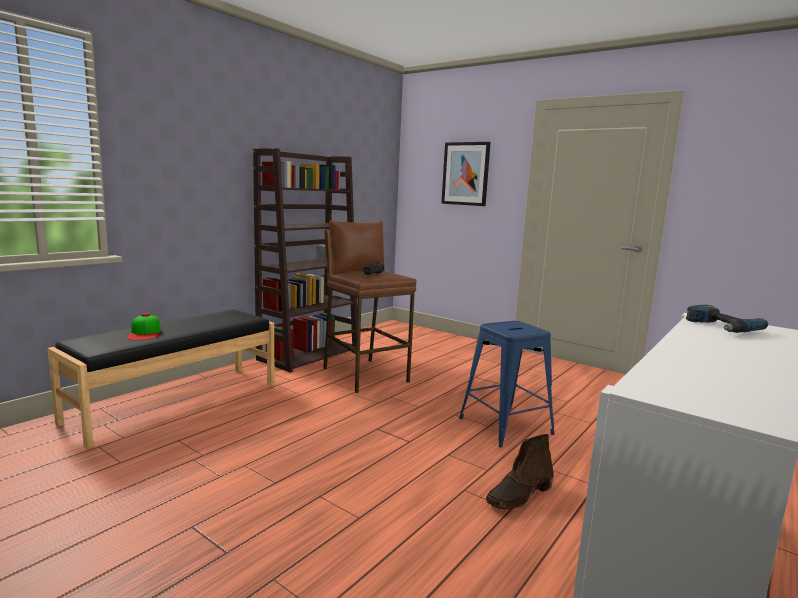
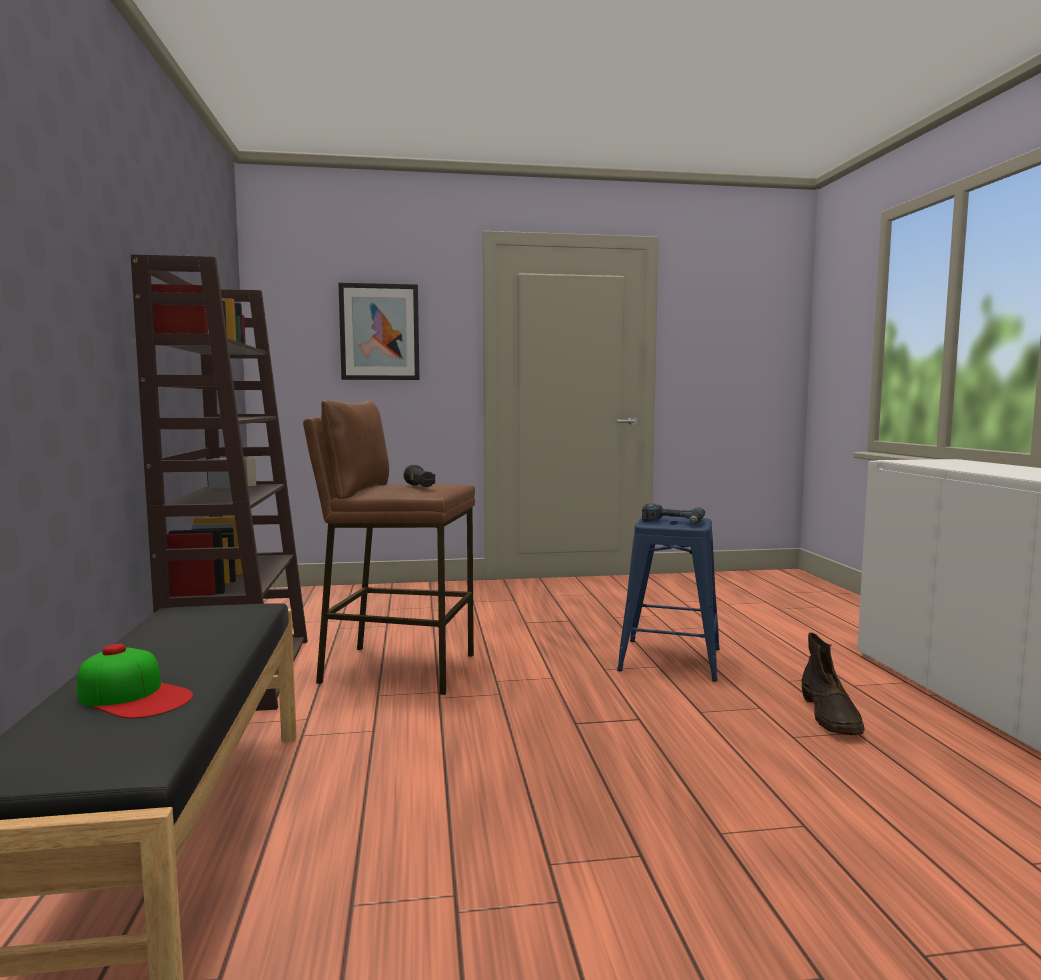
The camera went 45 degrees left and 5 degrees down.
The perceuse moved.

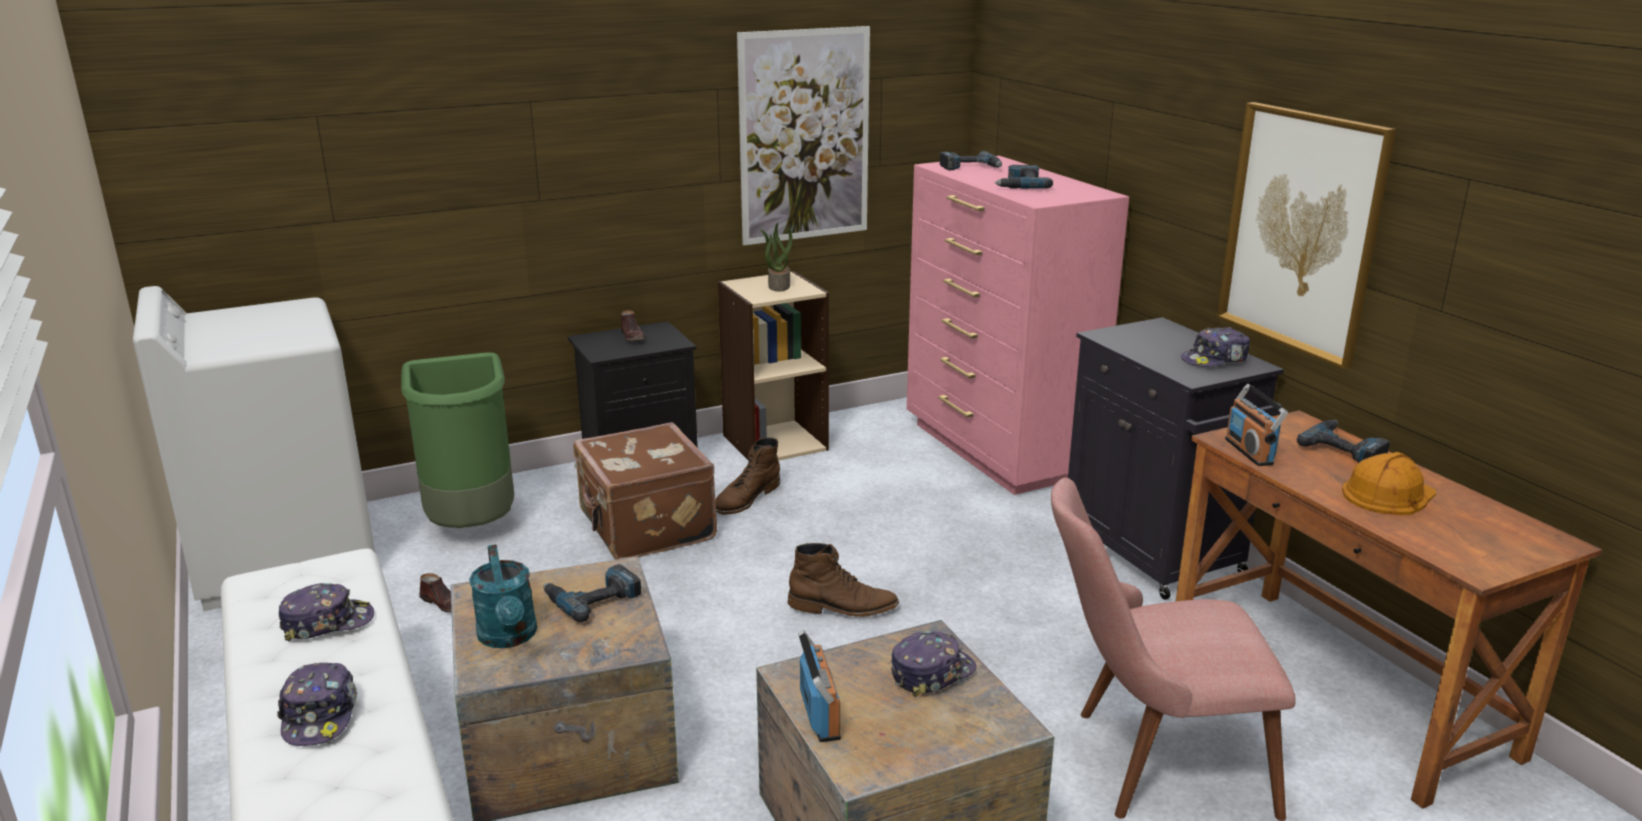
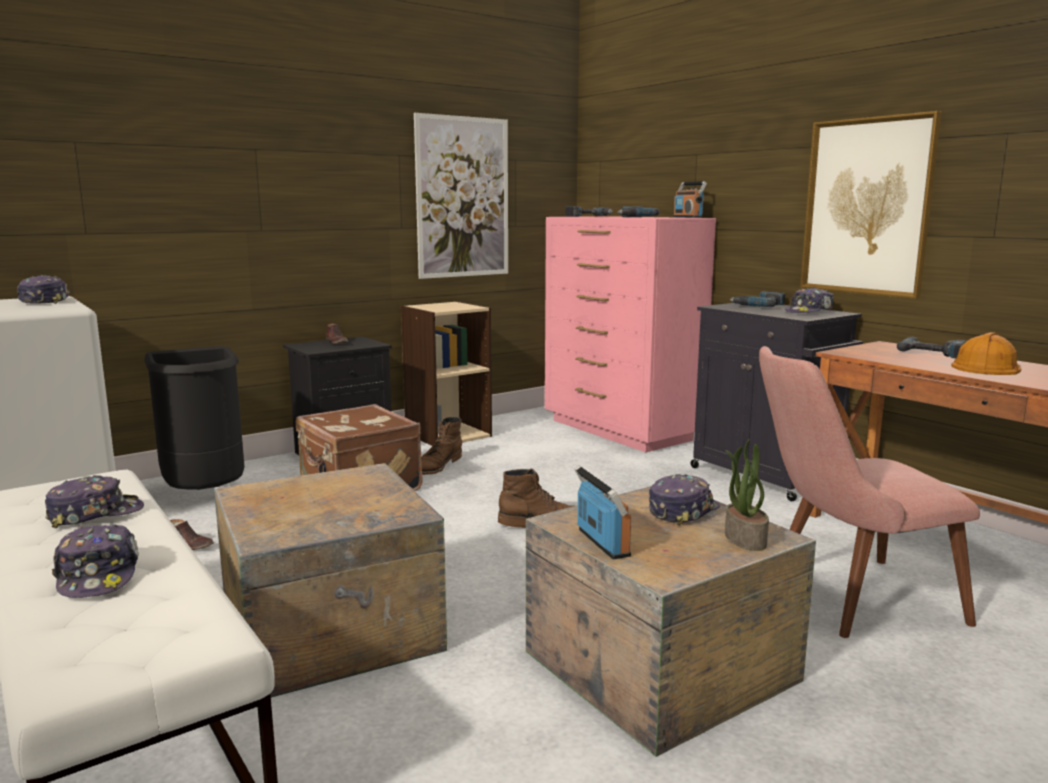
The camera went 10 degrees left and 10 degrees down.
The casquette (no. 1 from left) appeared.
The poubelle (vert) became the poubelle (noir).
The radio (no. 2 from left) moved.
The plante en pot moved.
The perceuse (no. 1 from left in the first image) moved.
The arrosoir (turquoise) disappeared.

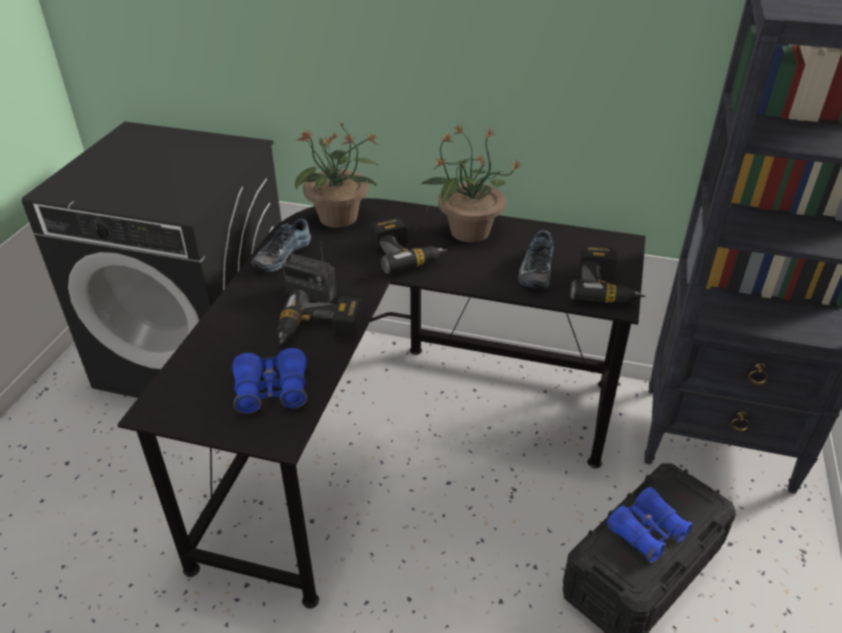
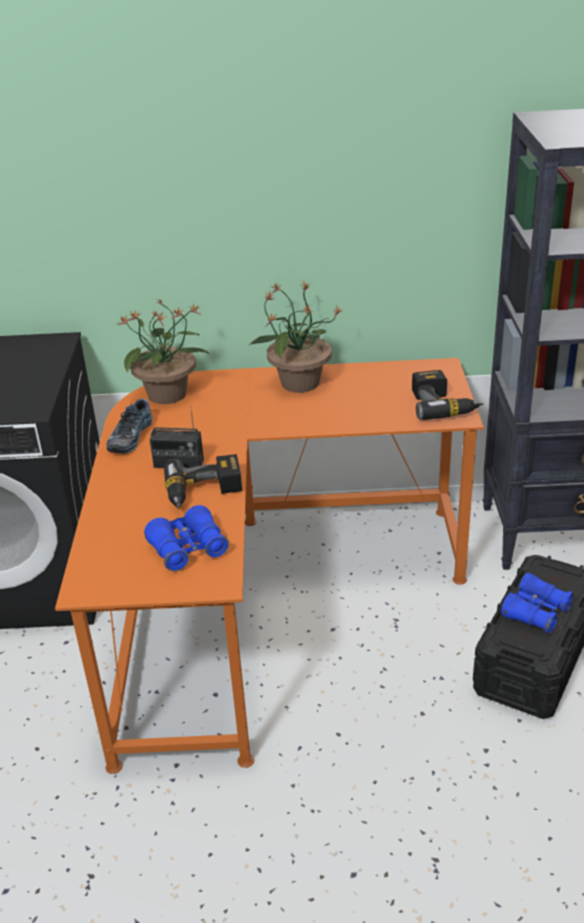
The camera went 15 degrees left and 5 degrees down.
The bureau (noir) became the bureau (orange).
The perceuse (no. 2 from left) disappeared.
The chaussure (no. 2 from left) disappeared.

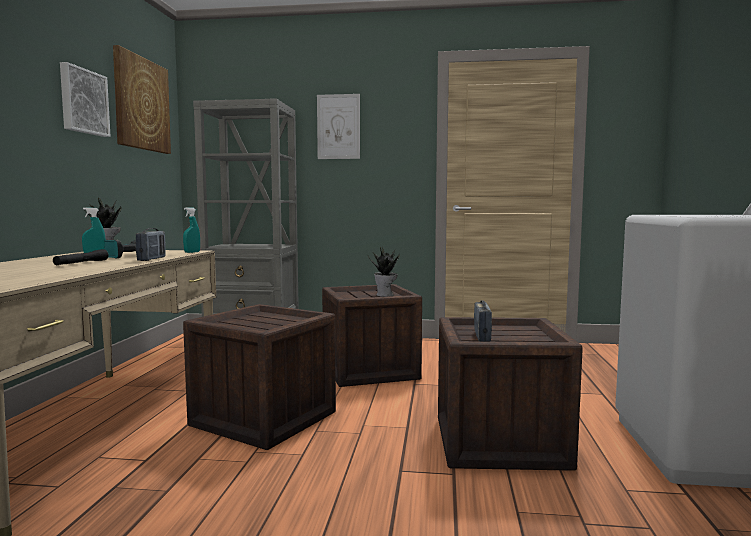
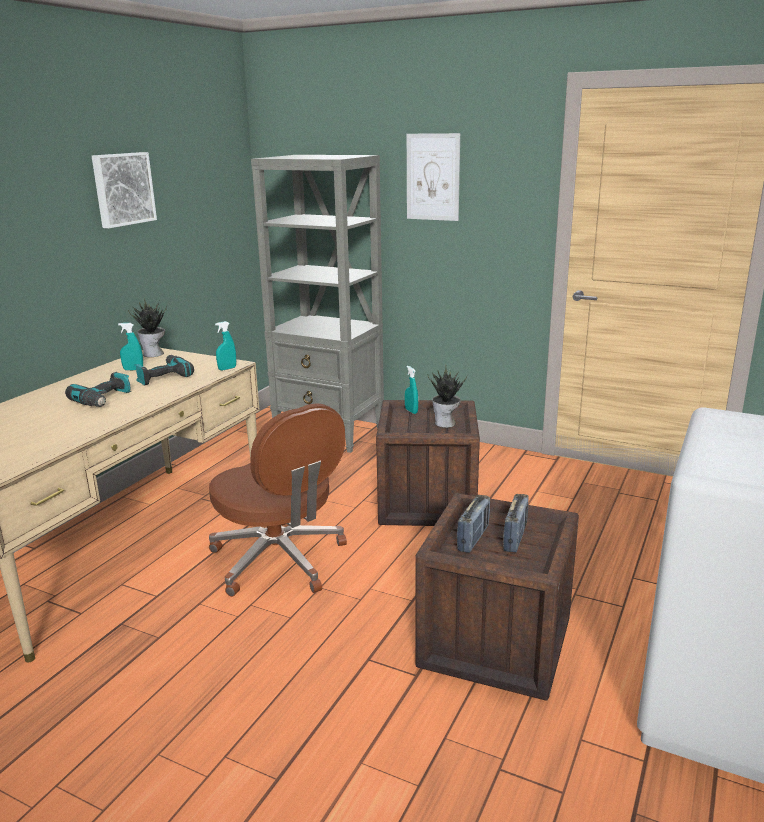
The camera went 20 degrees right and 15 degrees up.
The lampe de poche (noir) was replaced by the perceuse (no. 1 from left).
The caisse (no. 1 from left) was replaced by the chaise de bureau (marron).
The vaporisateur (turquoise) (no. 3 from left) appeared.
The radio (no. 1 from left in the first image) moved.
The tableau (no. 2 from left) disappeared.

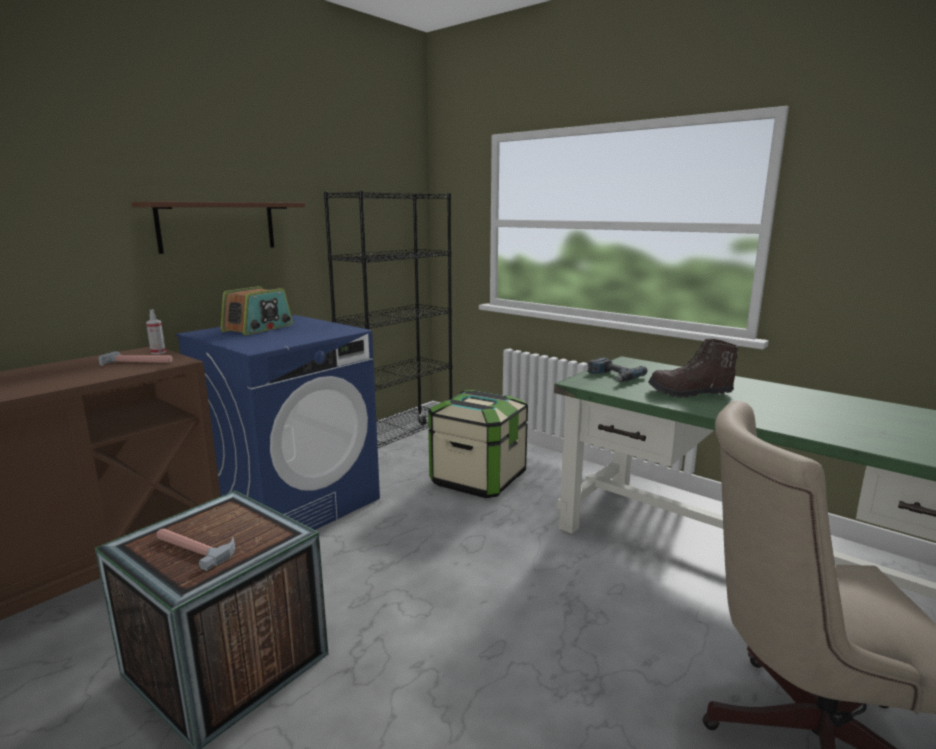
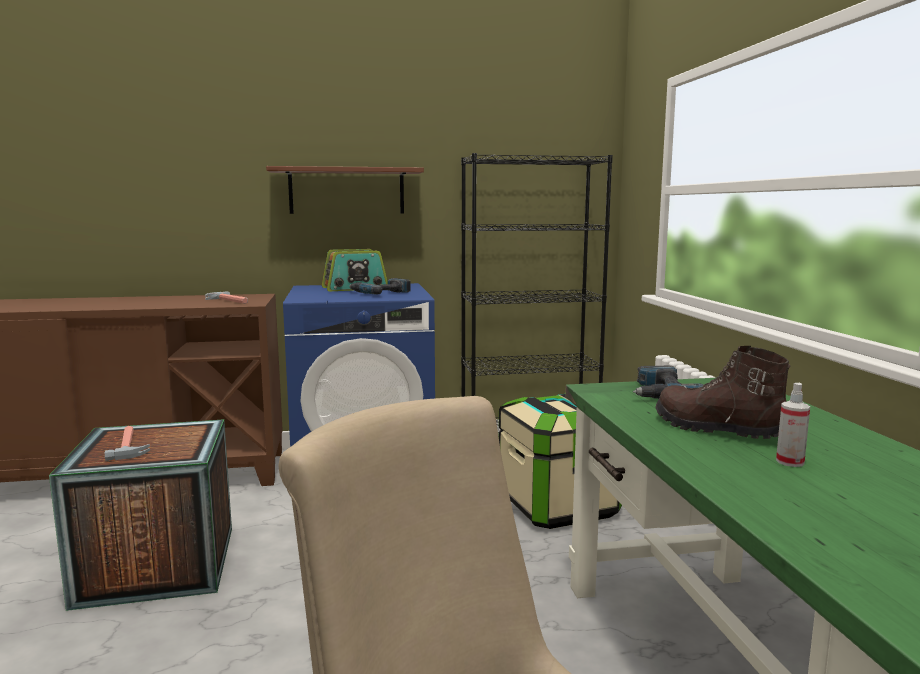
The camera went 40 degrees right and 5 degrees down.
The perceuse (no. 1 from left) appeared.
The vaporisateur moved.

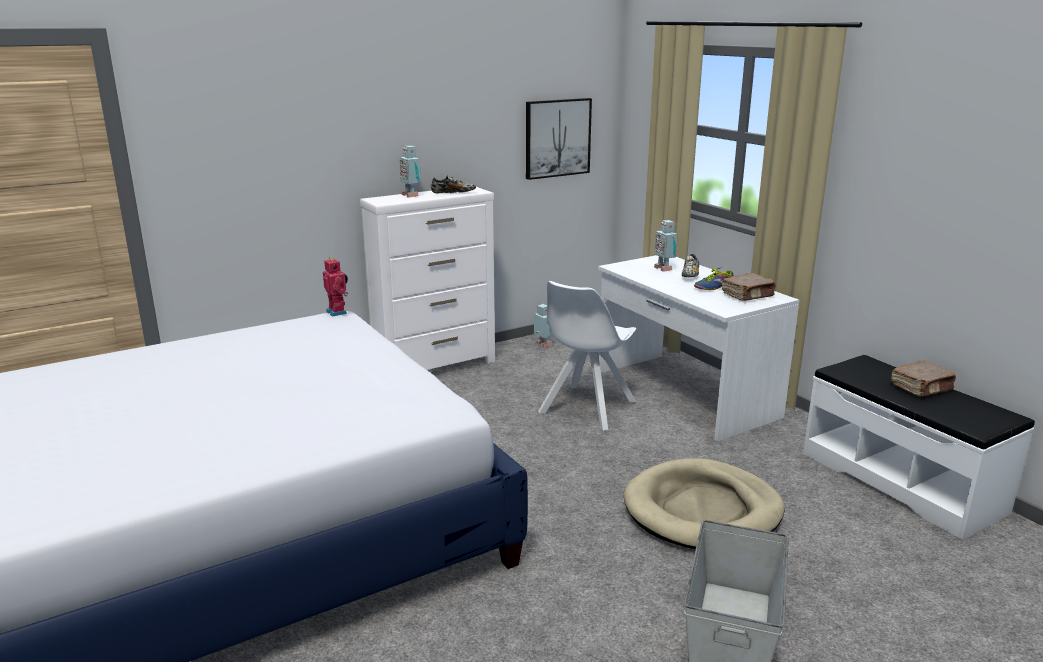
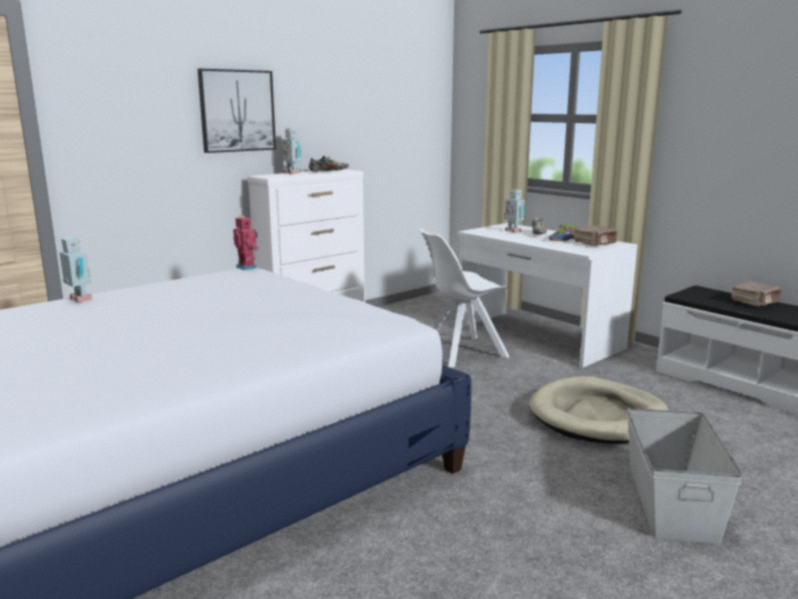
The camera went 10 degrees left and 5 degrees down.
The robot jouet (no. 3 from left in the first image) moved.
The tableau moved.
The chaise (blanc) turned 45 degrees clockwise.

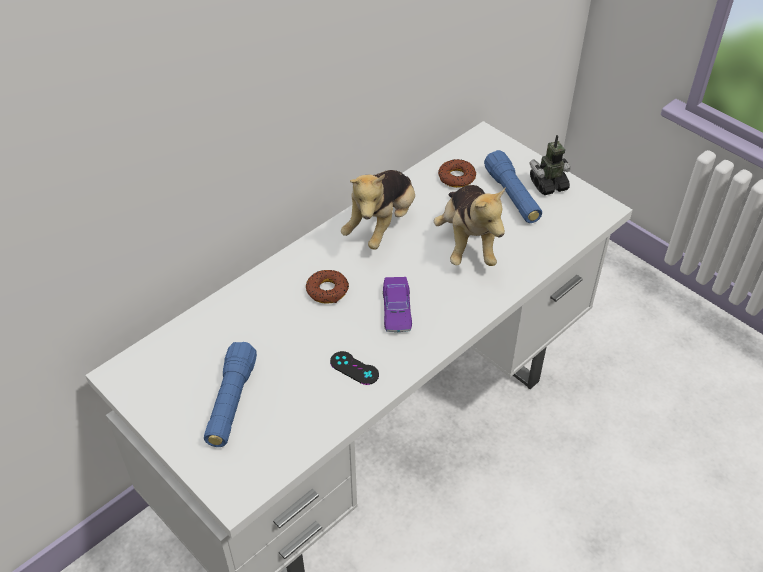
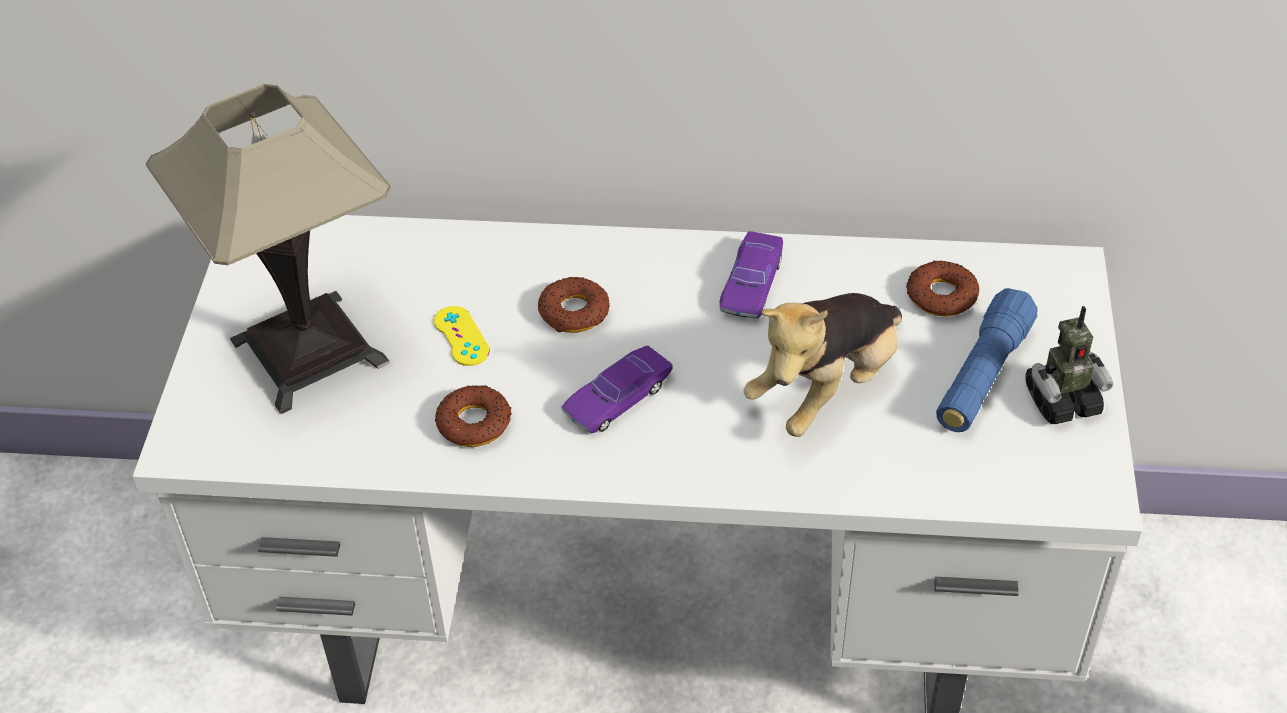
The camera went 50 degrees right and 0 degrees up.
The lampe de poche (bleu) (no. 1 from left) was replaced by the lampe de table.
The manette (jaune) appeared.
The manette (noir) was replaced by the beignet (no. 1 from left).
The peluche (no. 1 from left) was replaced by the petite voiture (violet) (no. 2 from left).
The robot jouet turned 135 degrees clockwise.

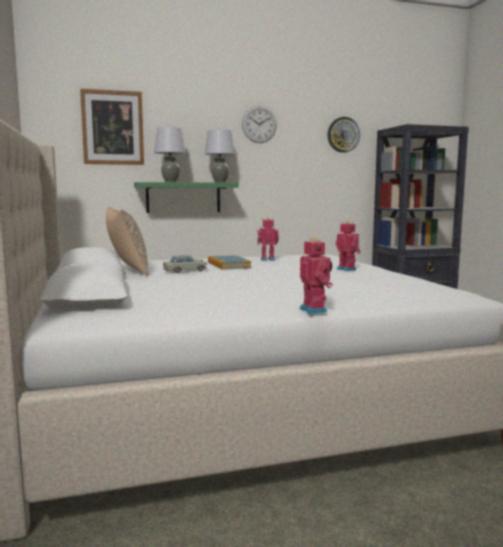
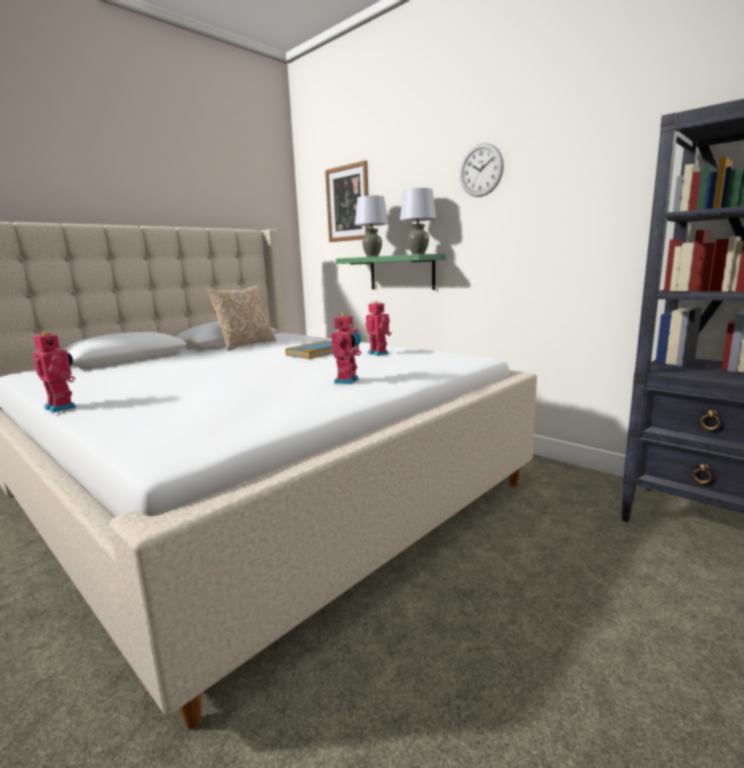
The camera went 60 degrees right and 5 degrees up.
The robot jouet (no. 2 from left in the first image) turned 90 degrees counterclockwise.
The petite voiture (beige) disappeared.
The horloge murale (no. 2 from left) disappeared.

